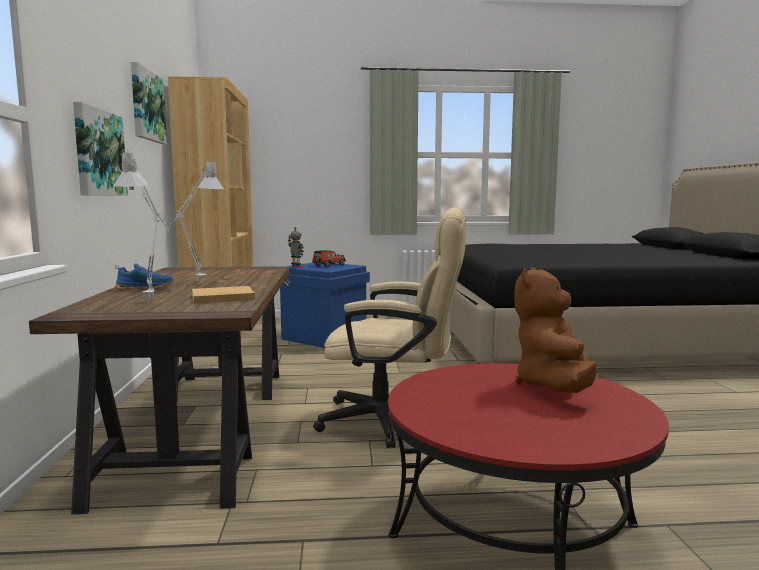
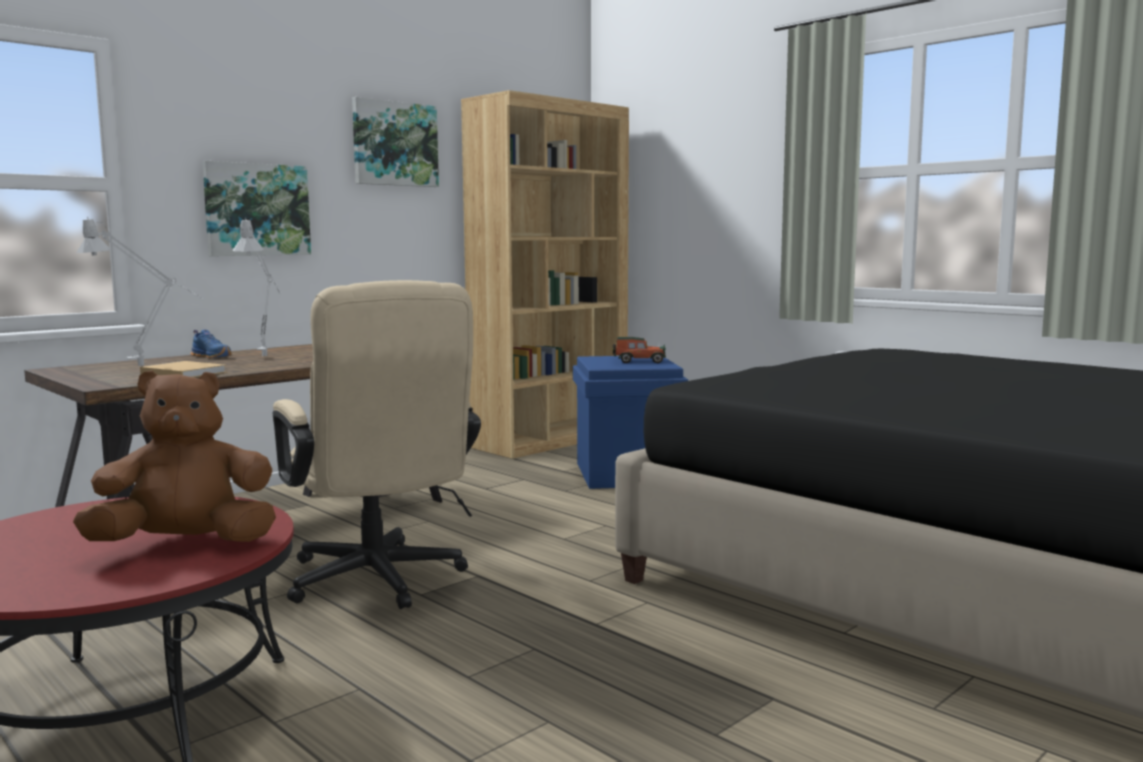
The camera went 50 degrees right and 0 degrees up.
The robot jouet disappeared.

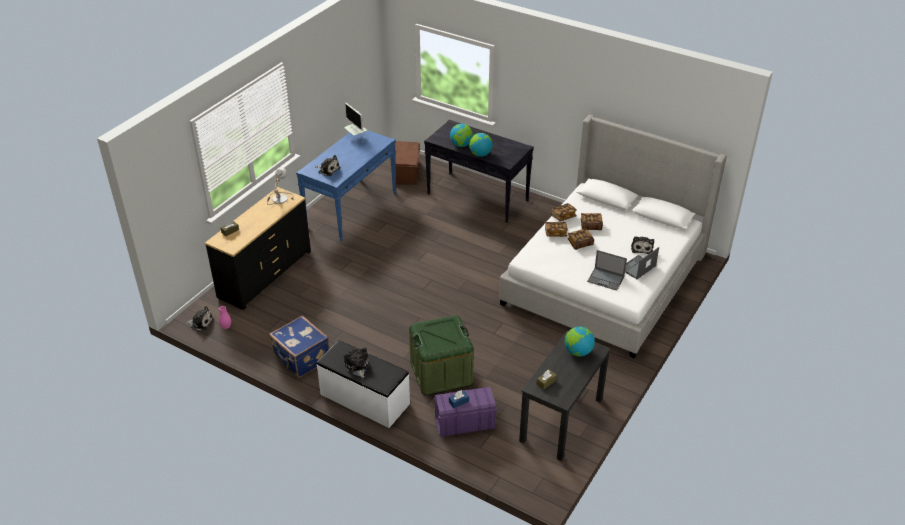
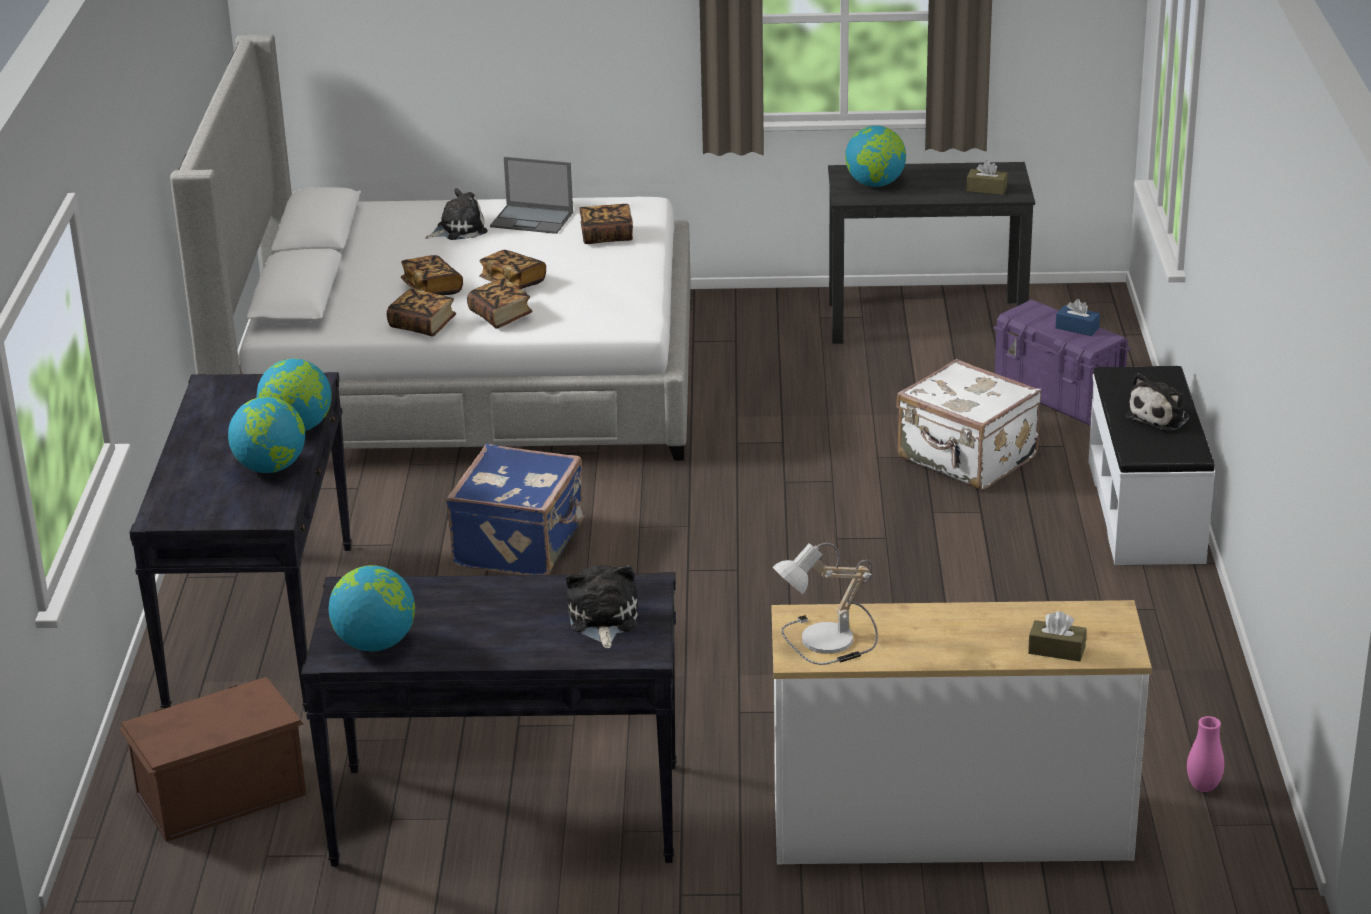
The camera went 120 degrees left and 10 degrees down.
The table console (bleu) became the table console (noir) (no. 2 from left).
The écran d'ordinateur was replaced by the globe (no. 3 from left).
The valise (bleu) moved.
The ordinateur portable (no. 1 from left) was replaced by the livre (no. 5 from left).
The commode (noir) became the commode (blanc).
The boîte de rangement (vert) was replaced by the valise (blanc).
The peluche (no. 1 from left) disappeared.

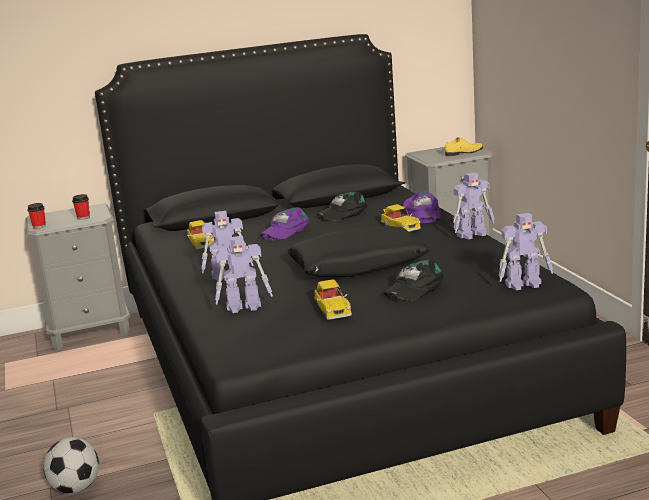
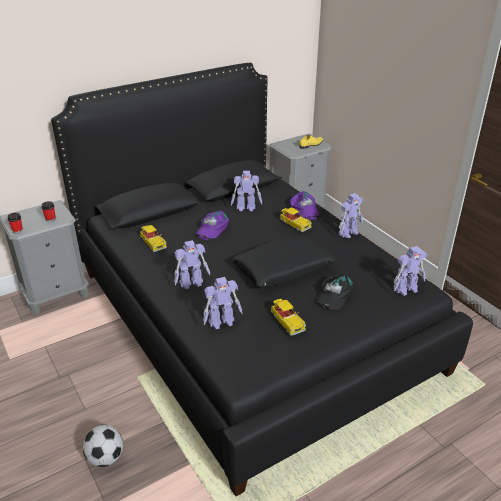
The camera went 15 degrees left and 15 degrees up.
The casquette (noir) (no. 1 from left) was replaced by the robot jouet (no. 3 from left).

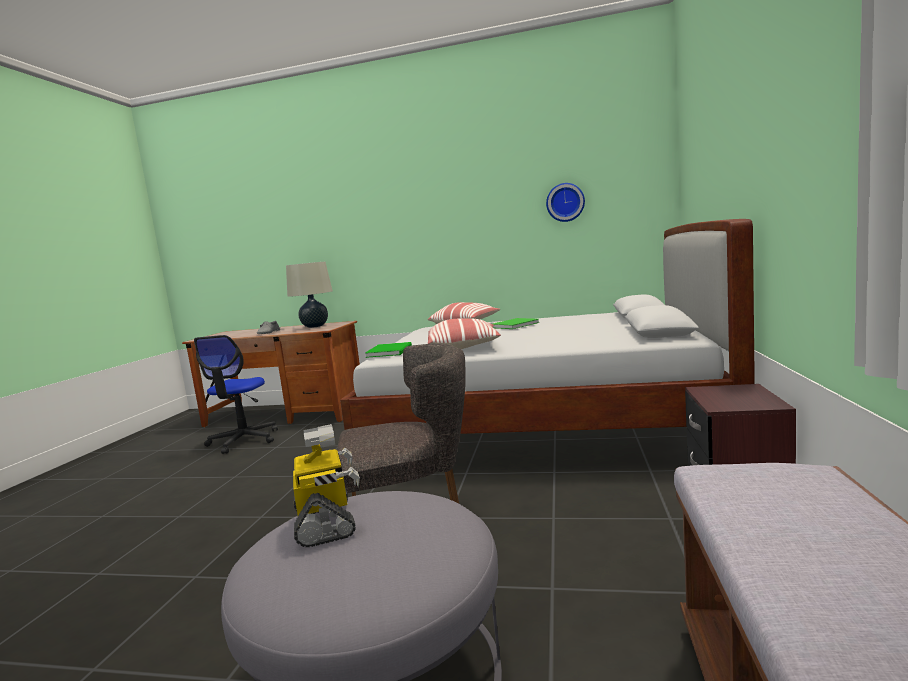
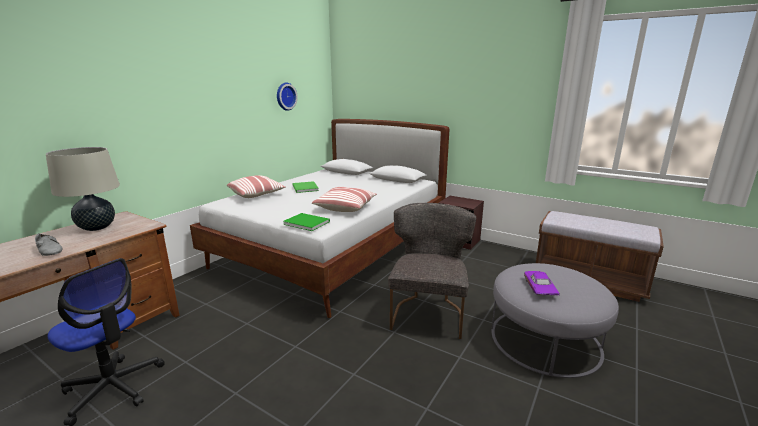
The camera went 70 degrees left and 10 degrees up.
The robot jouet was replaced by the petite voiture (violet).

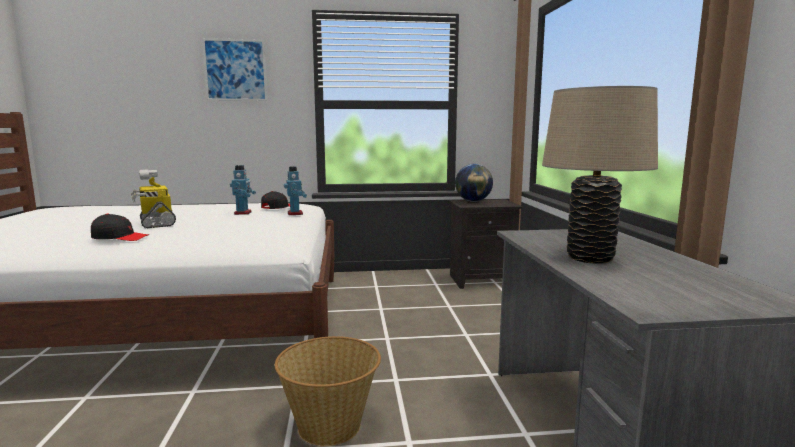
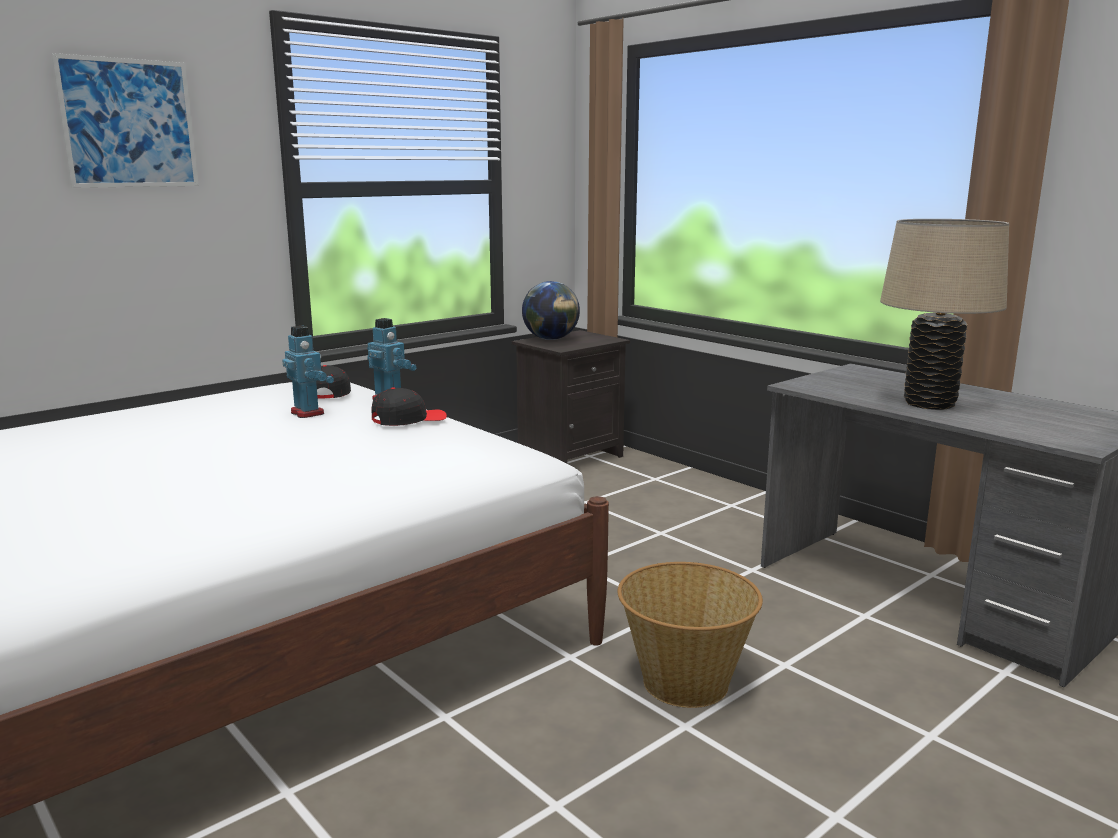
The camera went 35 degrees left and 5 degrees up.
The casquette (noir) (no. 1 from left in the first image) moved.
The robot jouet (no. 1 from left) disappeared.

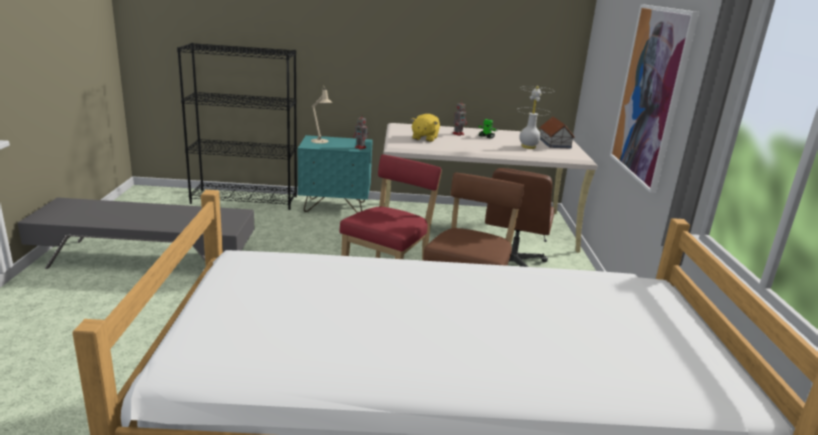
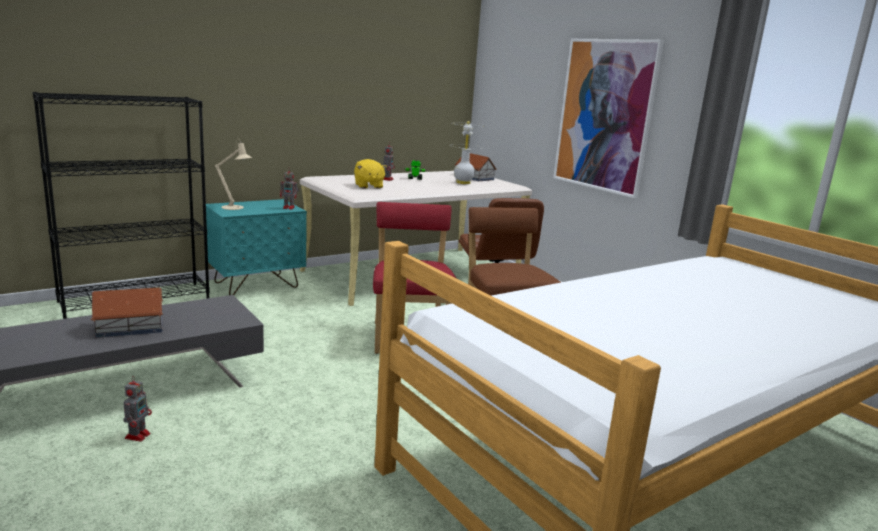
The camera went 35 degrees left and 5 degrees down.
The maison miniature (no. 1 from left) appeared.
The robot jouet (no. 1 from left) appeared.

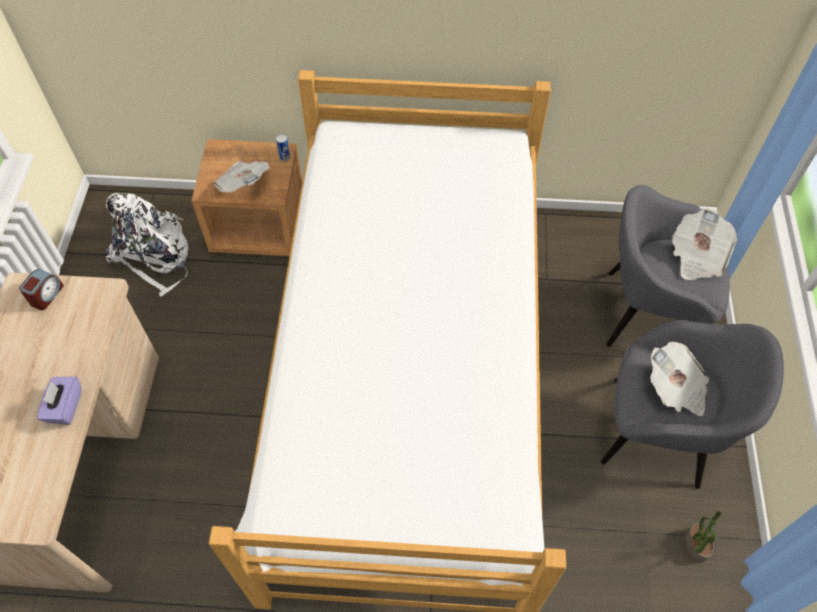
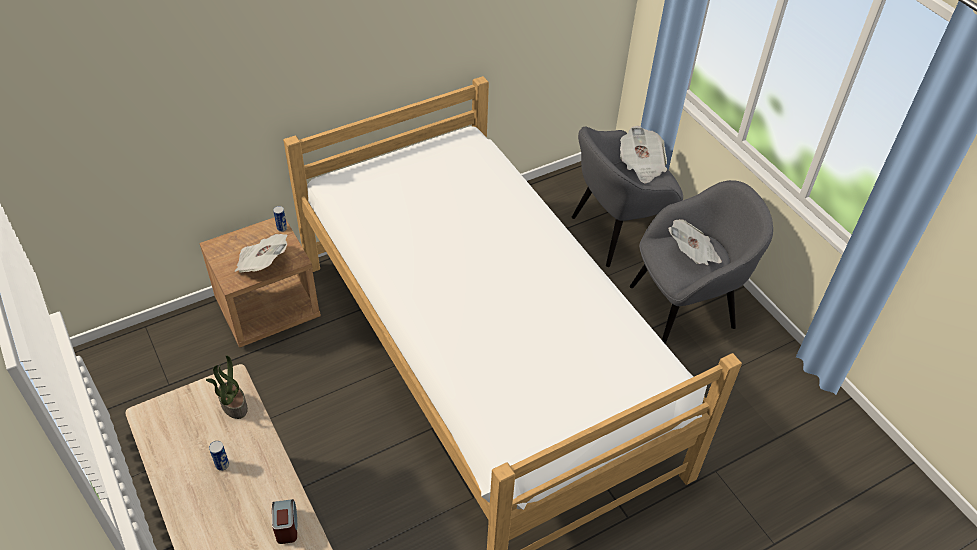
The camera went 35 degrees left and 10 degrees down.
The plante en pot moved.
The boîte métallique (no. 1 from left) appeared.
The réveil moved.
The boîte à mouchoirs (violet) disappeared.
The sac à dos (blanc) disappeared.

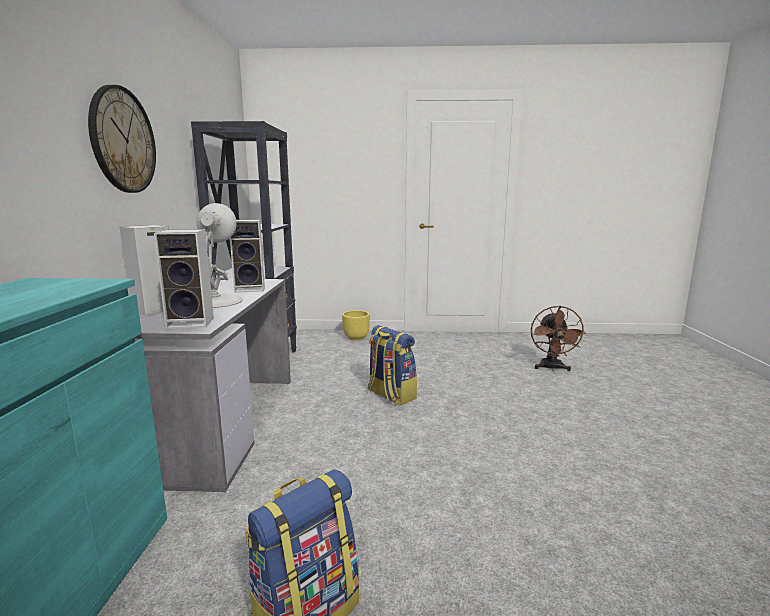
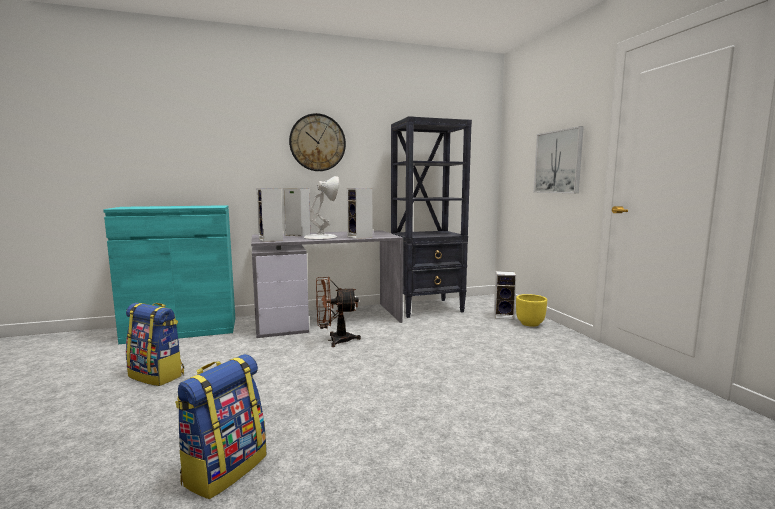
The camera went 70 degrees right and 5 degrees down.
The sac à dos (no. 2 from left) moved.
The ventilateur (marron) moved.
The enceinte (no. 4 from left) appeared.
The tableau appeared.

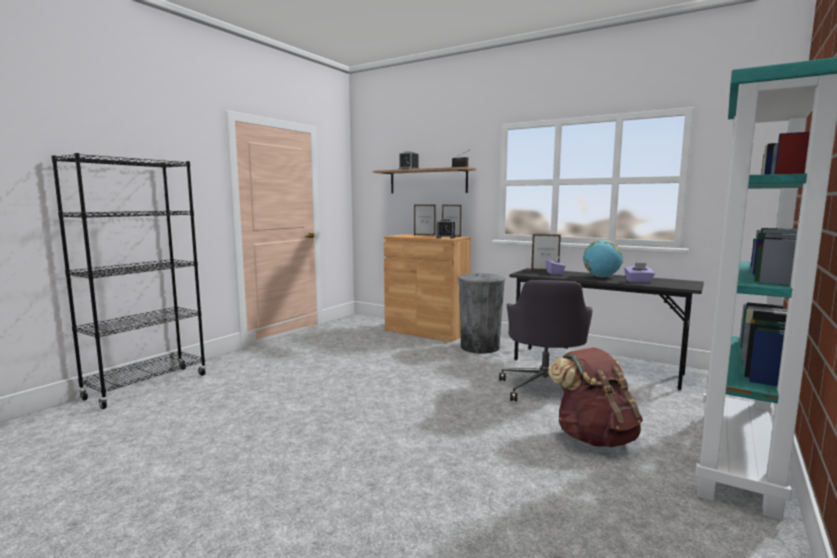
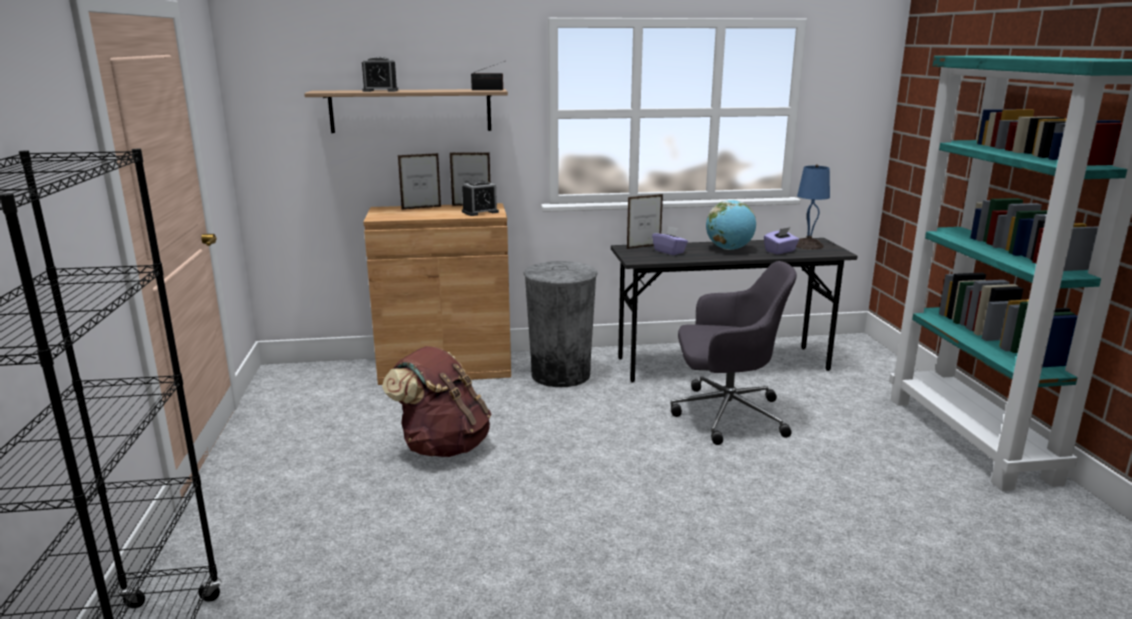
The camera went 40 degrees left and 10 degrees up.
The sac à dos (marron) moved.
The chaise de bureau (gris) turned 60 degrees counterclockwise.
The lampe de table (bleu) appeared.

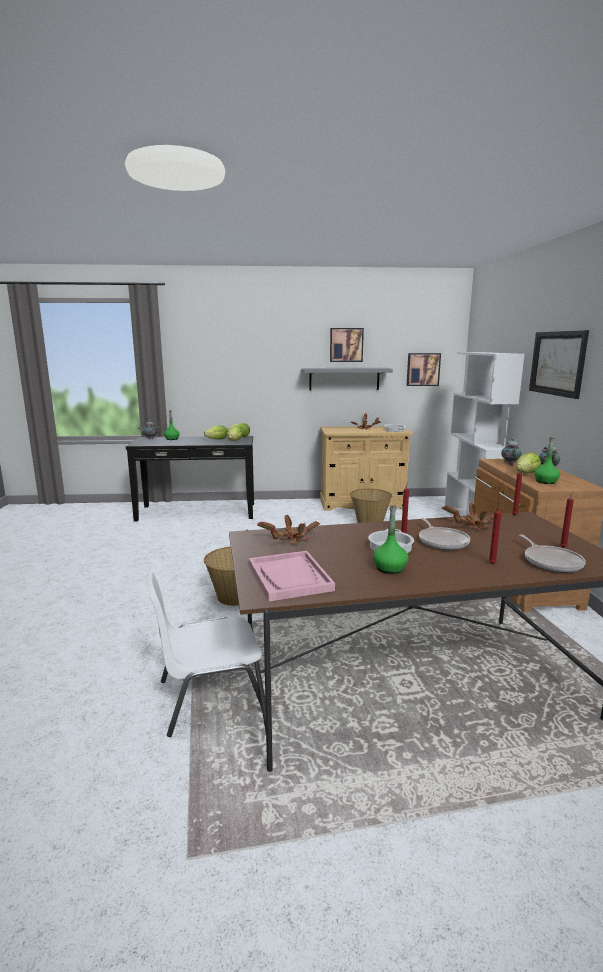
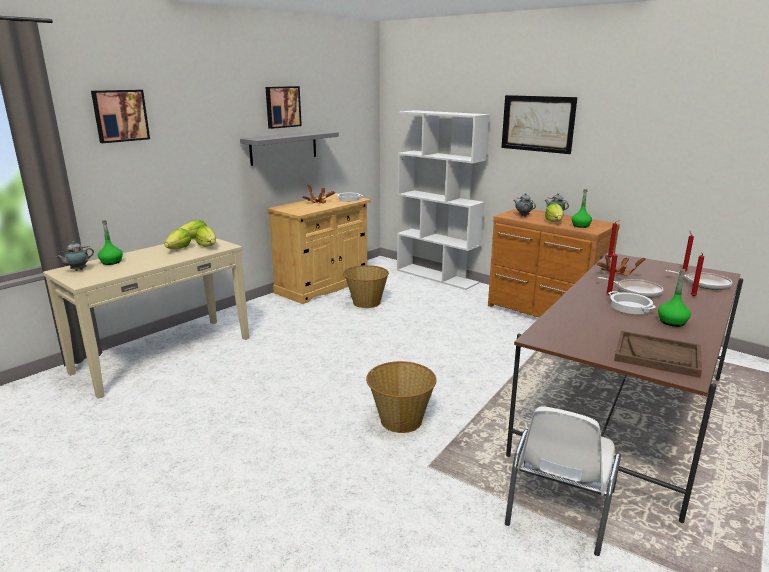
The camera went 45 degrees left and 5 degrees up.
The table console (noir) became the table console (beige).
The tableau (no. 2 from left in the first image) moved.
The plateau (rose) became the plateau (marron).
The plante en pot (no. 1 from left) disappeared.

